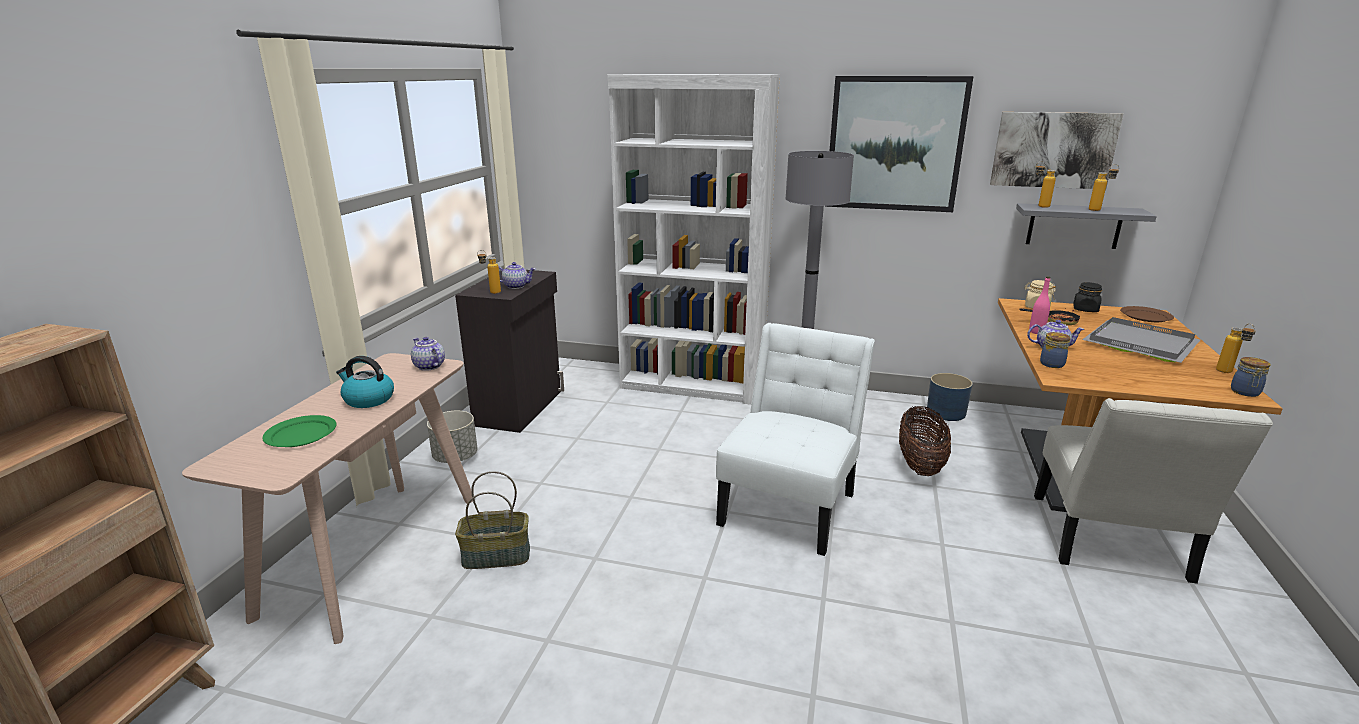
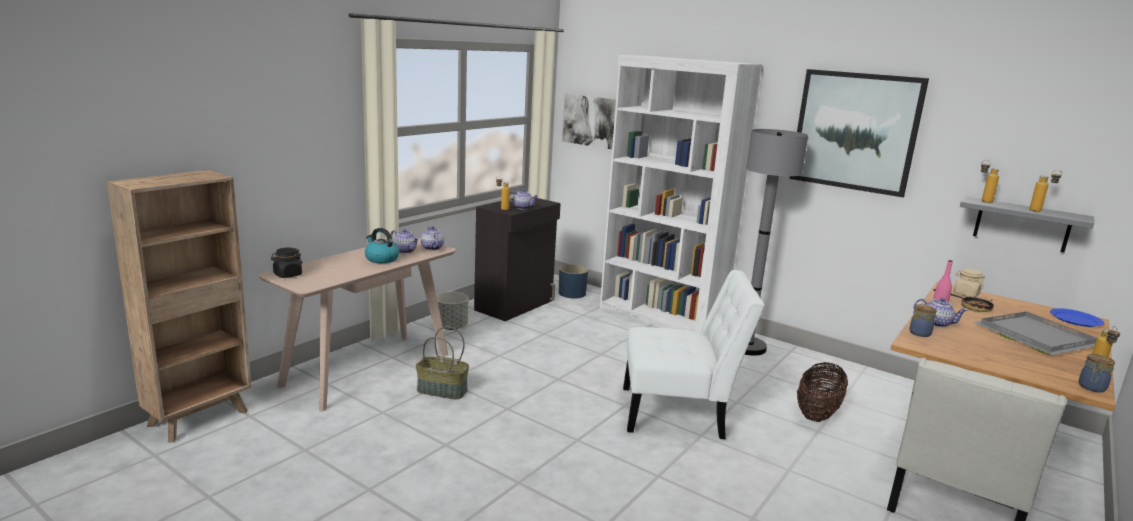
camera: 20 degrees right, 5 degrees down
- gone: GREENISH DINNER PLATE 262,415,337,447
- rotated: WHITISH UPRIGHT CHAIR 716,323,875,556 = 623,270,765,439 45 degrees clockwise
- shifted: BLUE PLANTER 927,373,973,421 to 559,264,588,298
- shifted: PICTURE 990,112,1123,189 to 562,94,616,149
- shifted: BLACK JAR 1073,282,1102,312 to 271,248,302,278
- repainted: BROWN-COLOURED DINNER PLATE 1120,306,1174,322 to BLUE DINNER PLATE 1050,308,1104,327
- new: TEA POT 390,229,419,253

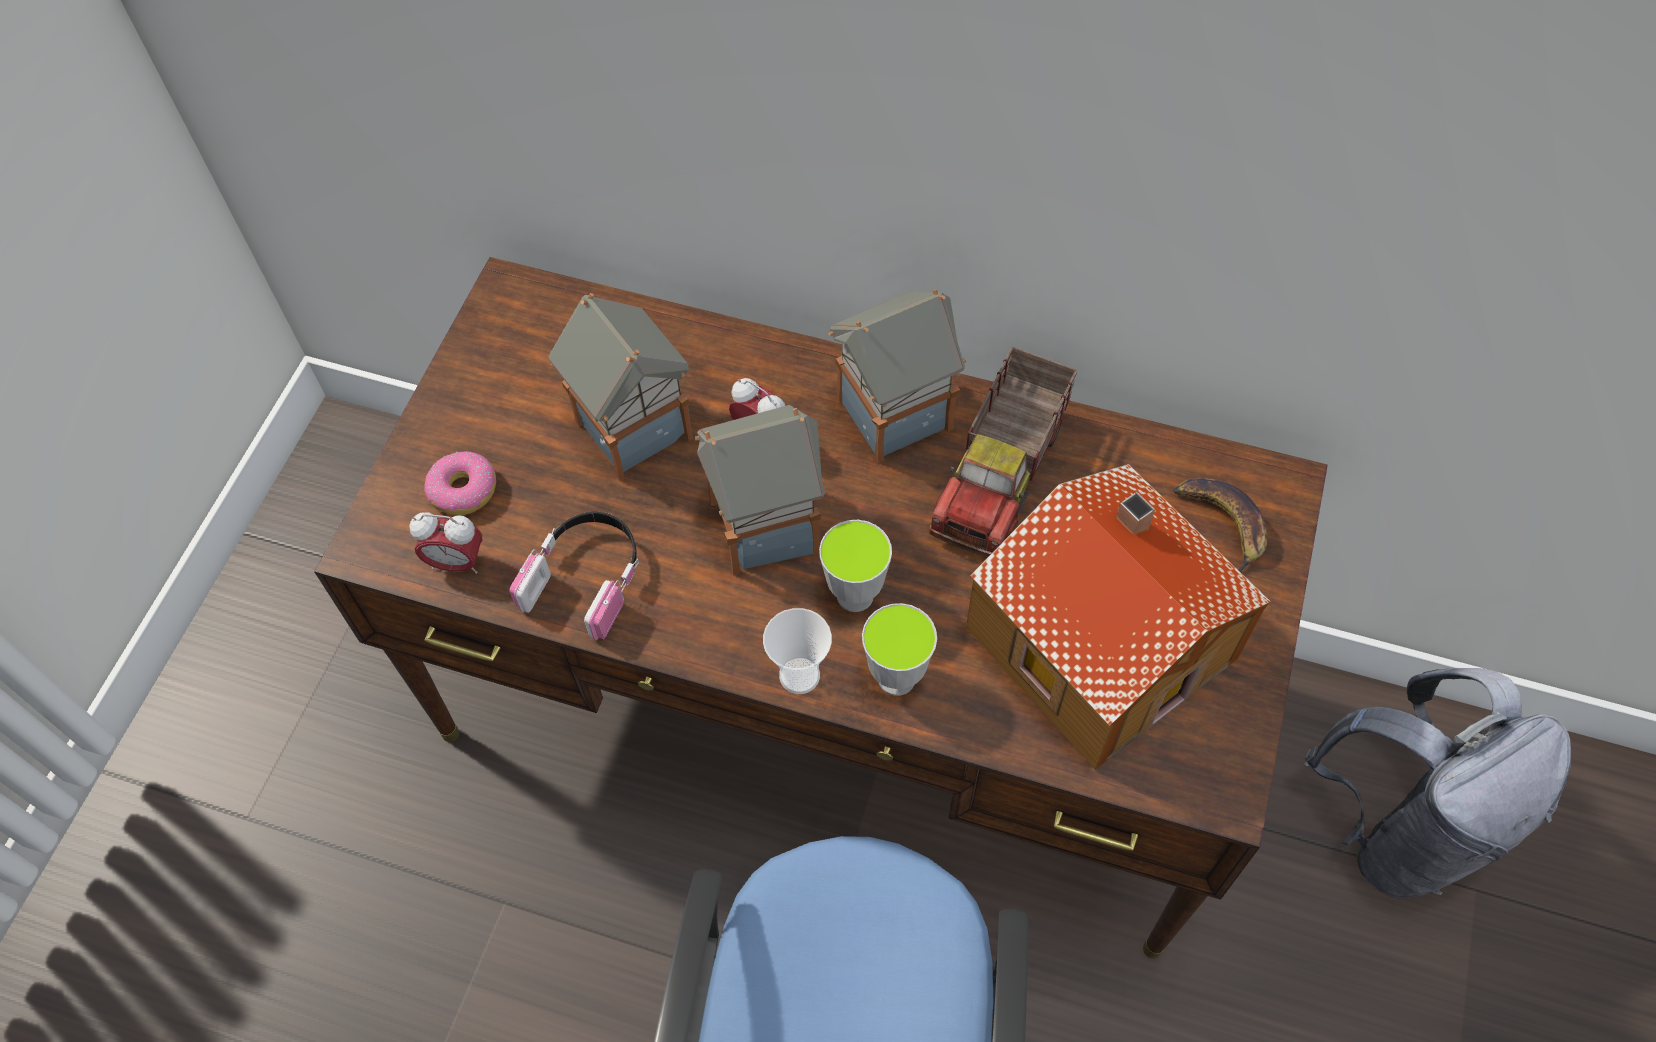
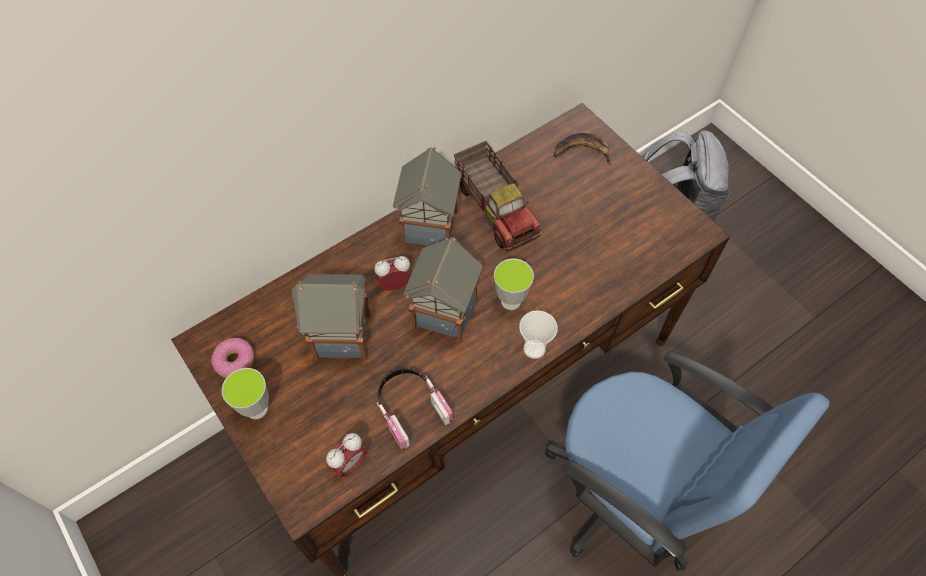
camera: 55 degrees left, 0 degrees up
- shifted: DONUT 424,451,496,516 to 211,338,254,378
- shifted: CUP 862,603,937,696 to 222,368,269,420
- gone: TOY HOUSE 966,464,1271,770

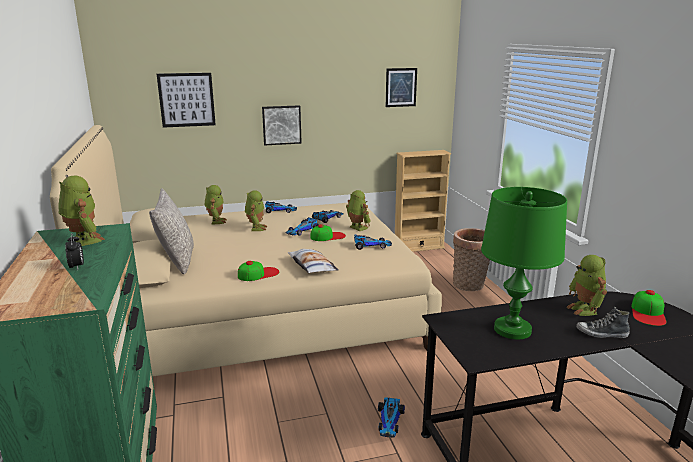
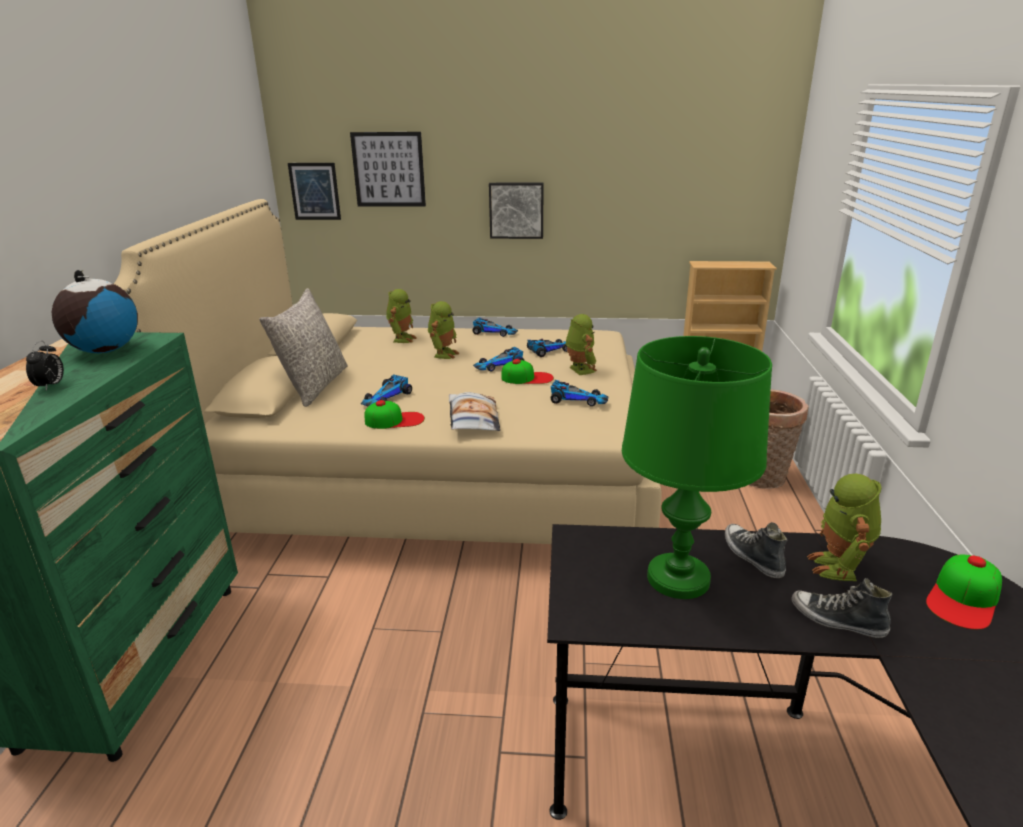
camera: 20 degrees right, 5 degrees up
- swapped: TOY ROBOT 58,176,105,246 to DESK GLOBE 52,270,138,353
- shifted: MODEL CAR 378,397,405,437 to 361,374,412,407
- shifted: PICTURE 386,68,417,107 to 288,163,341,220
- new: ITEM OF FOOTWEAR 725,522,787,578

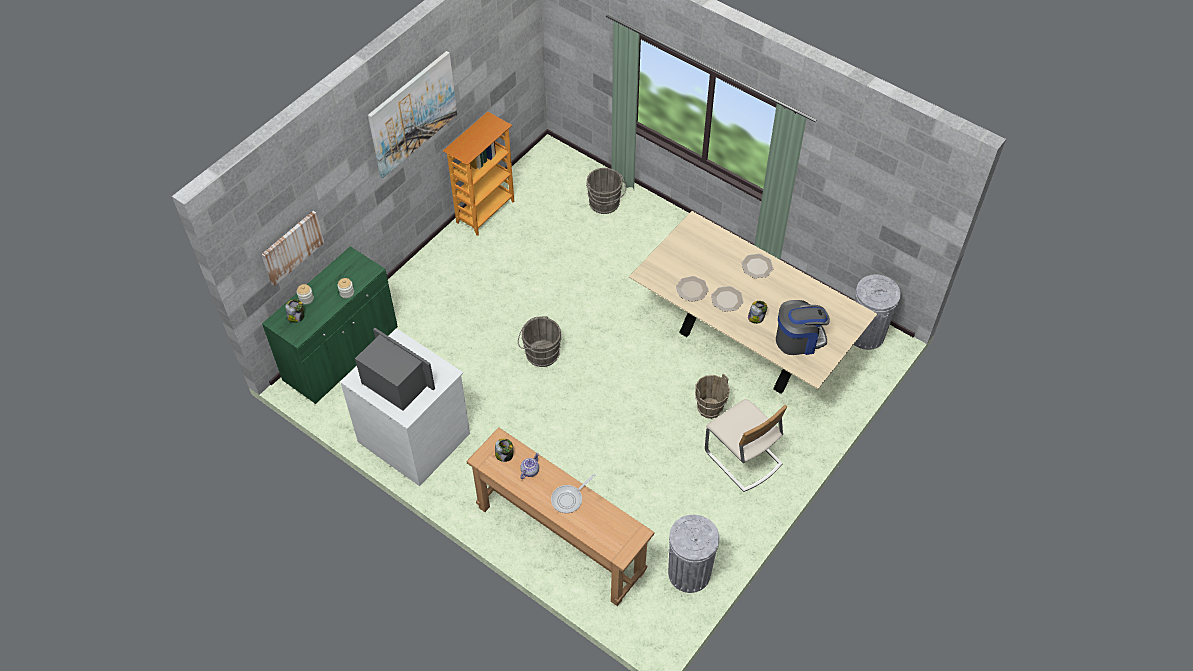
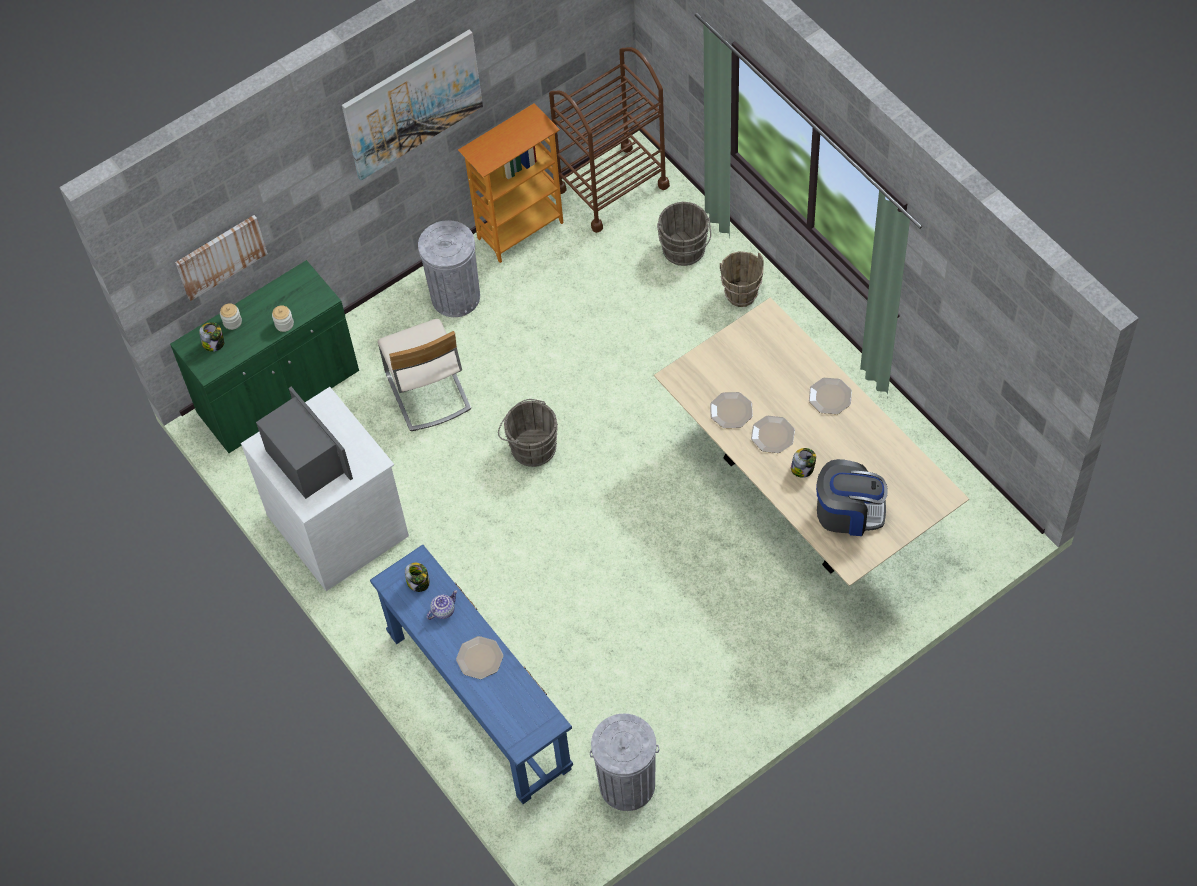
camera: 20 degrees right, 5 degrees up
- repainted: BROWN-COLOURED CONSOLE TABLE 466,427,655,606 to BLUE CONSOLE TABLE 370,545,573,804
- swapped: FRYING PAN 551,473,596,513 to DINNER PLATE 456,636,503,679
- shifted: BROWN-COLOURED PAIL 695,374,730,419 to 720,251,764,307
- shifted: BEIGE UPRIGHT CHAIR 705,399,787,492 to 377,319,471,431
- shifted: GRAY WASTE BIN 854,275,901,350 to 418,220,480,317
- new: BROWN-COLOURED CART 549,47,670,233

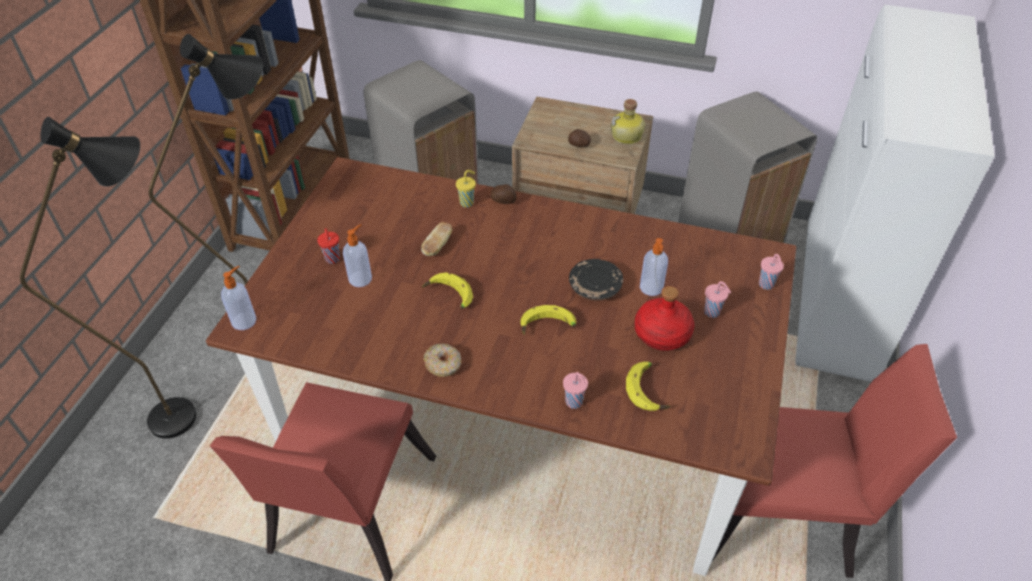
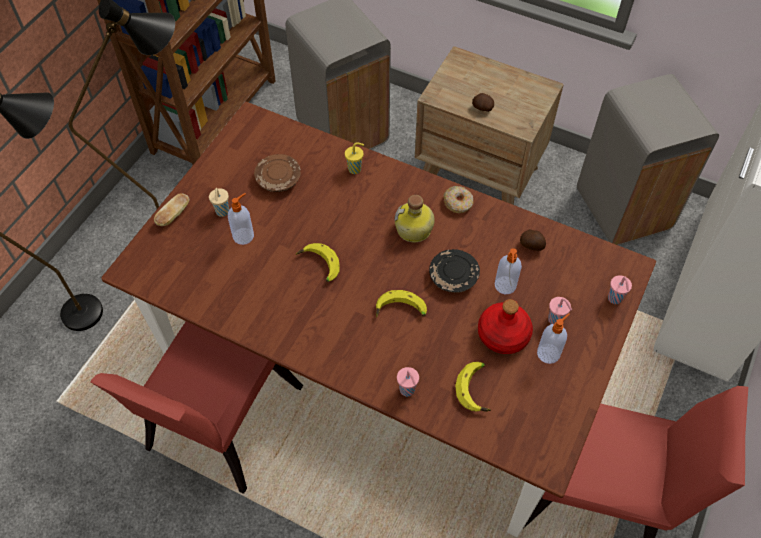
camera: 10 degrees right, 10 degrees up
- shifted: SOAP DISPENSER 221,266,256,330 to 537,313,570,364
- repainted: REDDISH CUP 317,228,340,264 to BEIGE CUP 209,188,229,217
- shifted: BAKERY BREAD 421,222,452,256 to 154,193,189,226
- shifted: DONUT 424,344,462,377 to 443,186,473,213
- shifted: SPUD 491,184,516,204 to 520,229,546,251
- shifted: BOTTLE 611,99,645,144 to 395,195,435,243
- new: BROWN-COLOURED DINNER PLATE 254,154,301,192

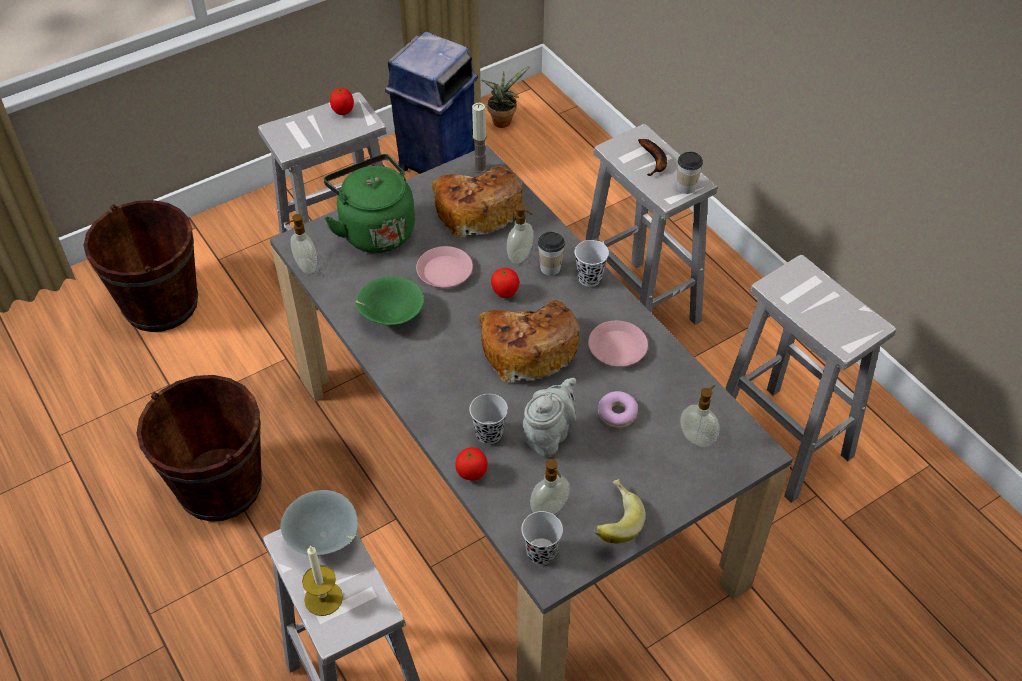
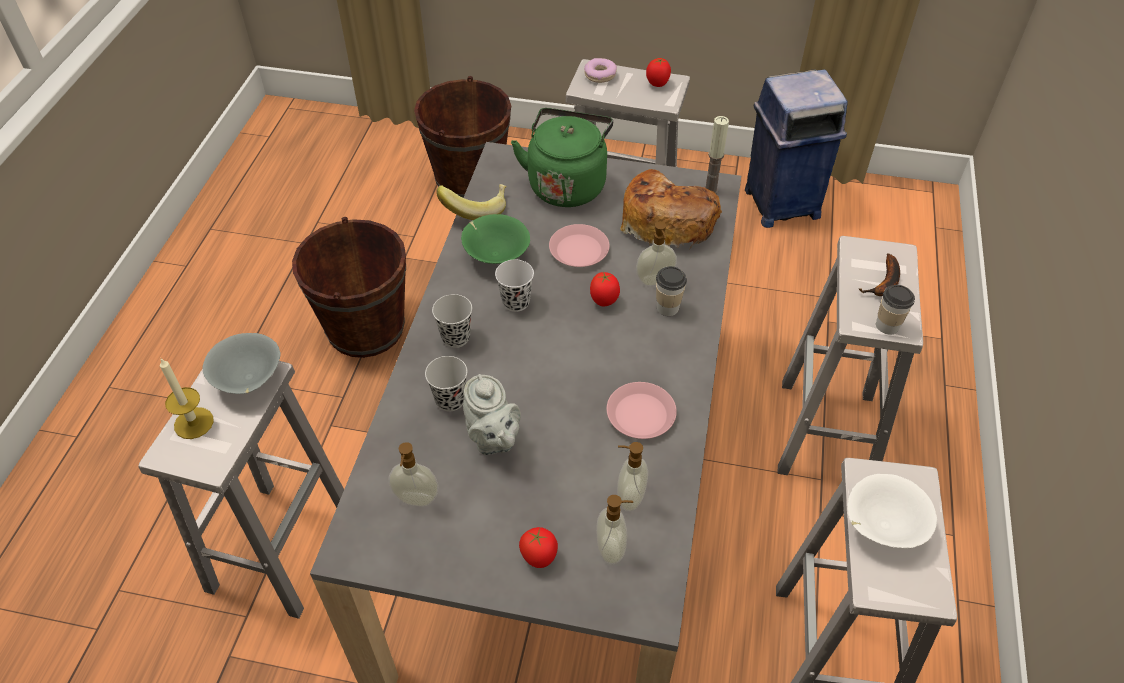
camera: 45 degrees right, 0 degrees up
- shifted: SOAP DISPENSER 285,214,317,274 to 617,442,648,511
- shifted: WHOLE TOMATO 455,447,487,481 to 519,527,558,568
- gone: BAKERY BREAD 479,300,580,383
- gone: PLANT IN A POT 482,66,530,128
- shifted: BLACK CUP 521,511,563,565 to 432,294,472,348
- rotated: GRAY TEA POT 523,378,576,457 = 463,374,521,455 75 degrees clockwise
- shifted: WHITISH CUP 575,240,609,287 to 495,259,534,312
- shifted: BANANA FRUIT 594,479,646,544 to 436,184,507,220
- shifted: DONUT 598,391,638,428 to 584,58,617,83
- new: WHITISH DEEP DISH 848,474,937,548

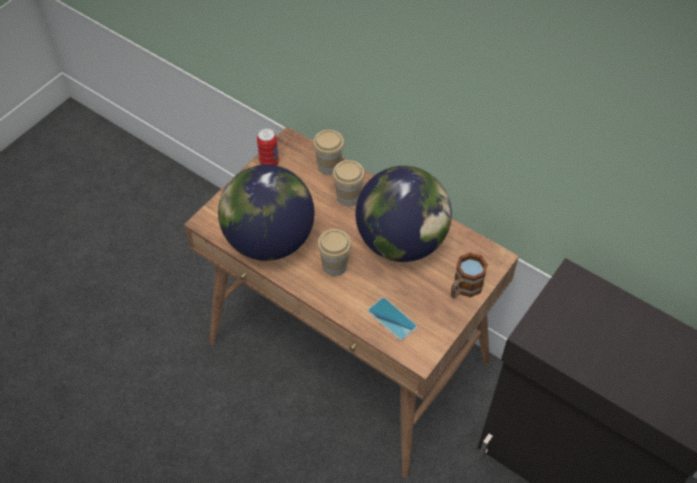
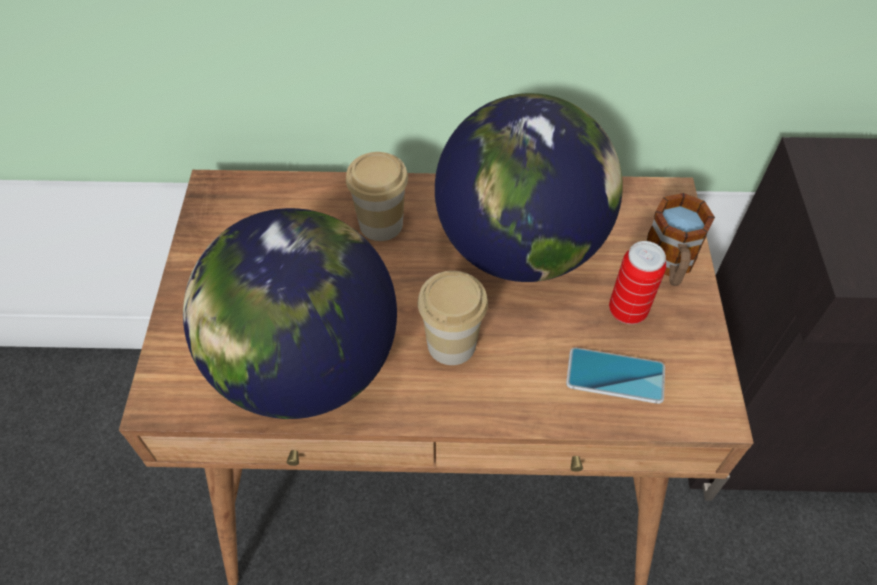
camera: 35 degrees left, 0 degrees up
- shifted: SEALED CAN 257,128,279,166 to 609,241,666,324
- gone: CUP 313,130,344,175

